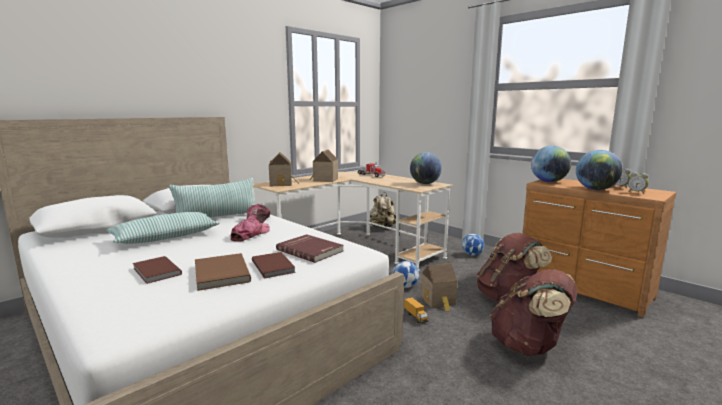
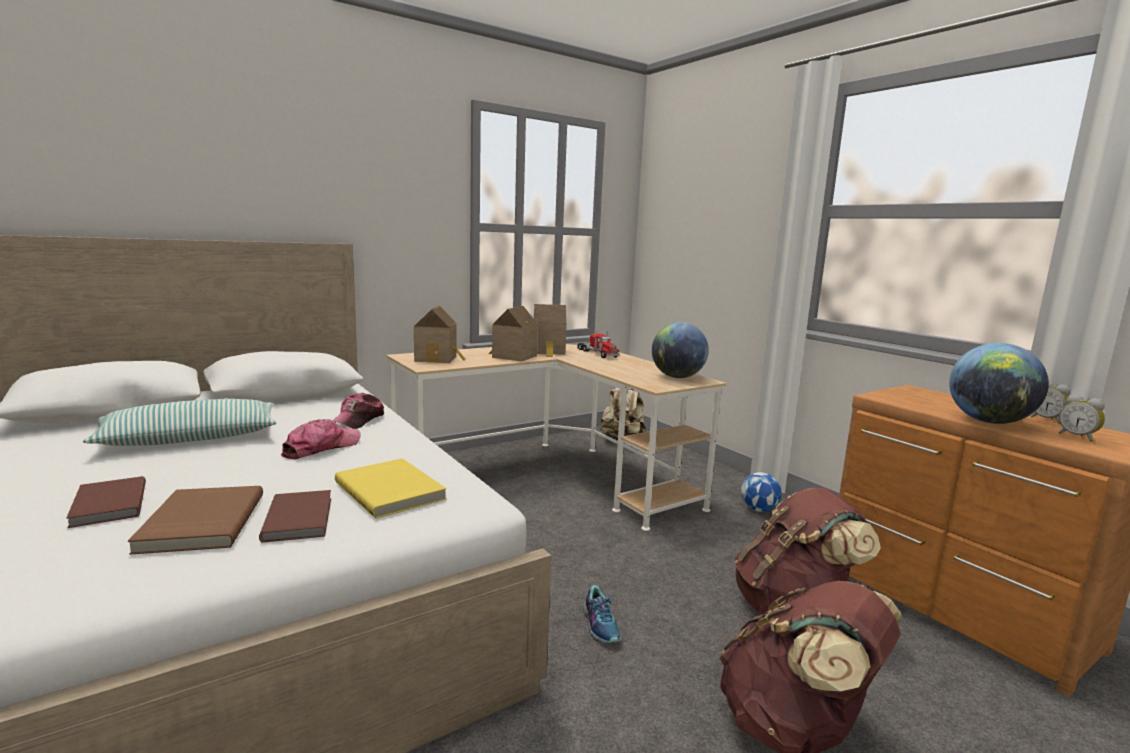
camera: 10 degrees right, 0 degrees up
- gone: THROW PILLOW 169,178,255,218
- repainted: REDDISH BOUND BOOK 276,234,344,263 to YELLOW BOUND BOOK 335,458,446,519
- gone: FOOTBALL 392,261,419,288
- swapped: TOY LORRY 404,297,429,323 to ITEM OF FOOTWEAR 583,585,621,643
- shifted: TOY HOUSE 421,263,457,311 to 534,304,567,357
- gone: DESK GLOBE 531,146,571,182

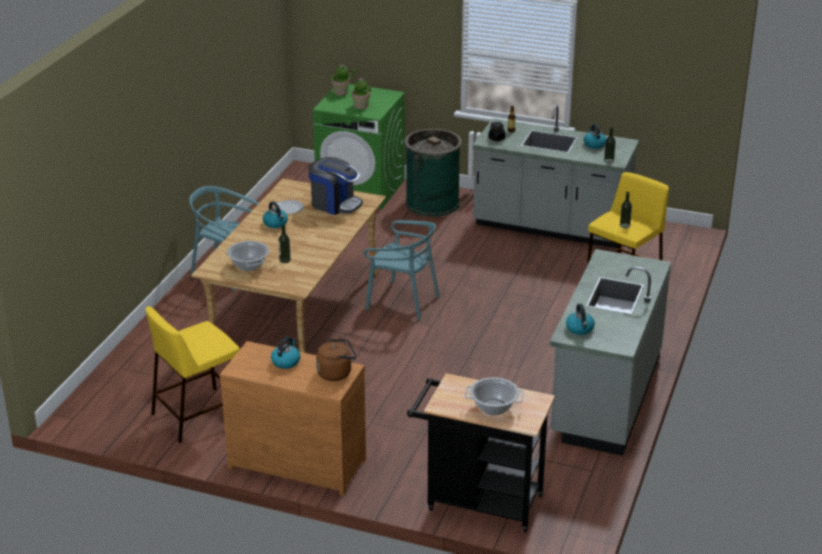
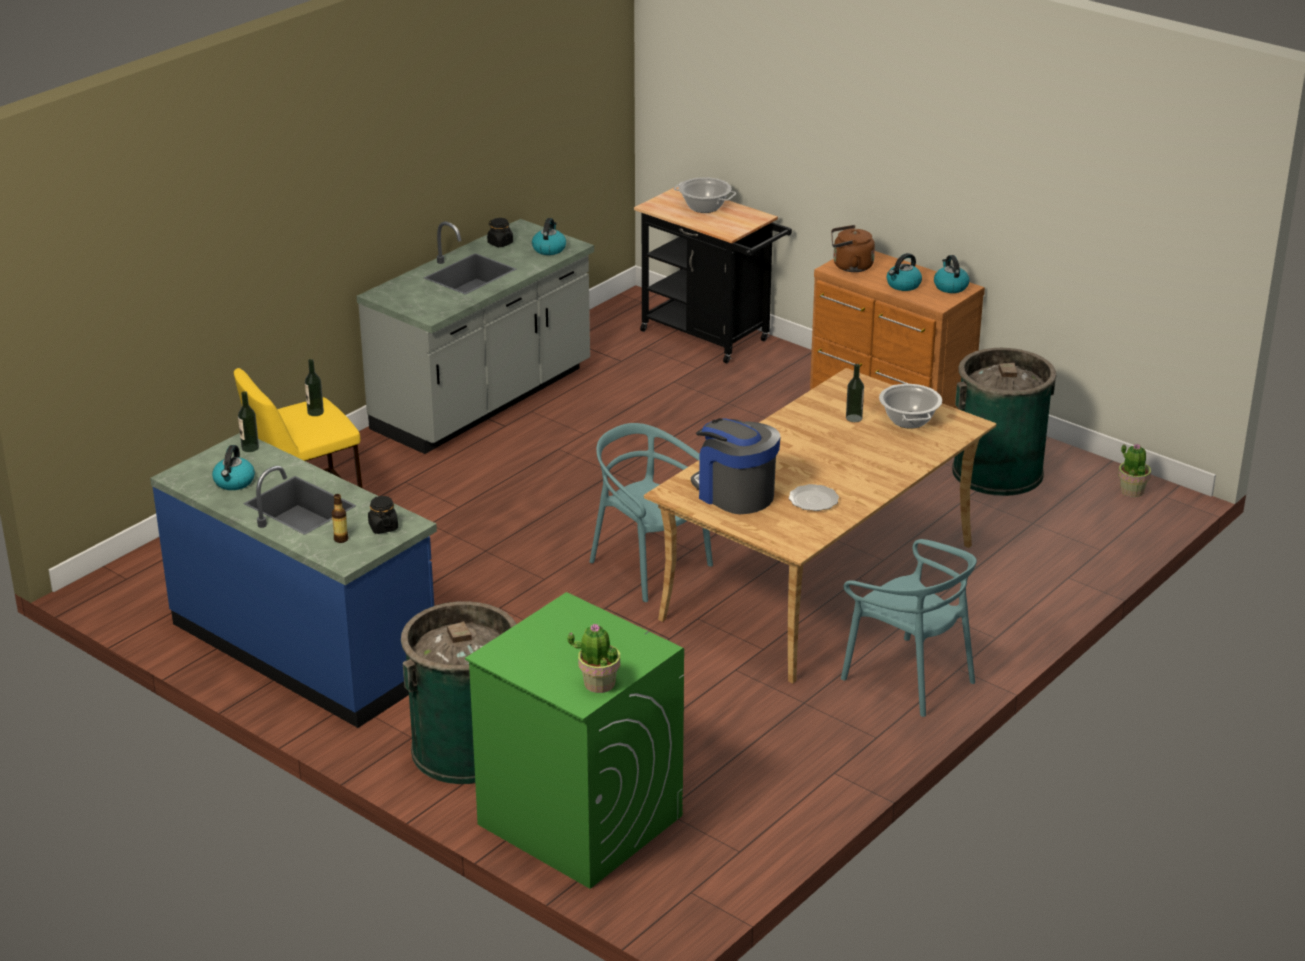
camera: 160 degrees left, 0 degrees up
- swapped: YELLOW STOOL 145,306,240,443 to GREENISH WASTE BIN 952,348,1056,496
- shifted: TEA KETTLE 263,201,288,228 to 934,255,969,293
- shifted: PLANT IN A POT 351,77,371,109 to 1118,444,1151,497
- repainted: GRAY KITCHEN COUNTER 473,105,639,248 to BLUE KITCHEN COUNTER 150,433,437,728
- new: BLACK JAR 487,218,513,247

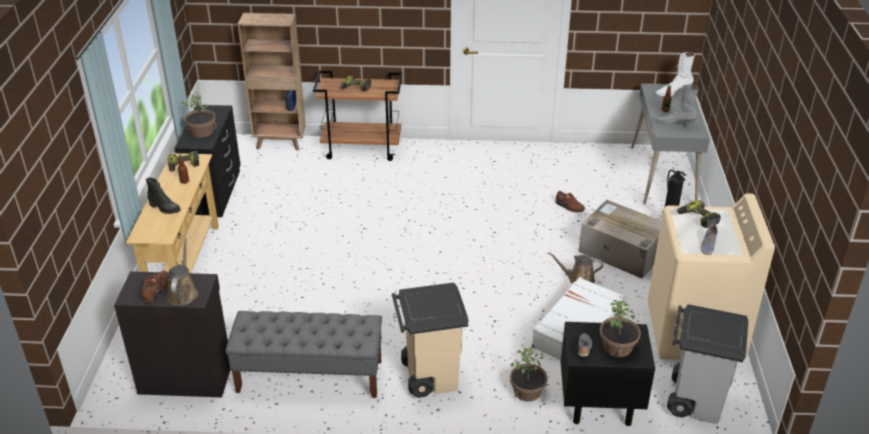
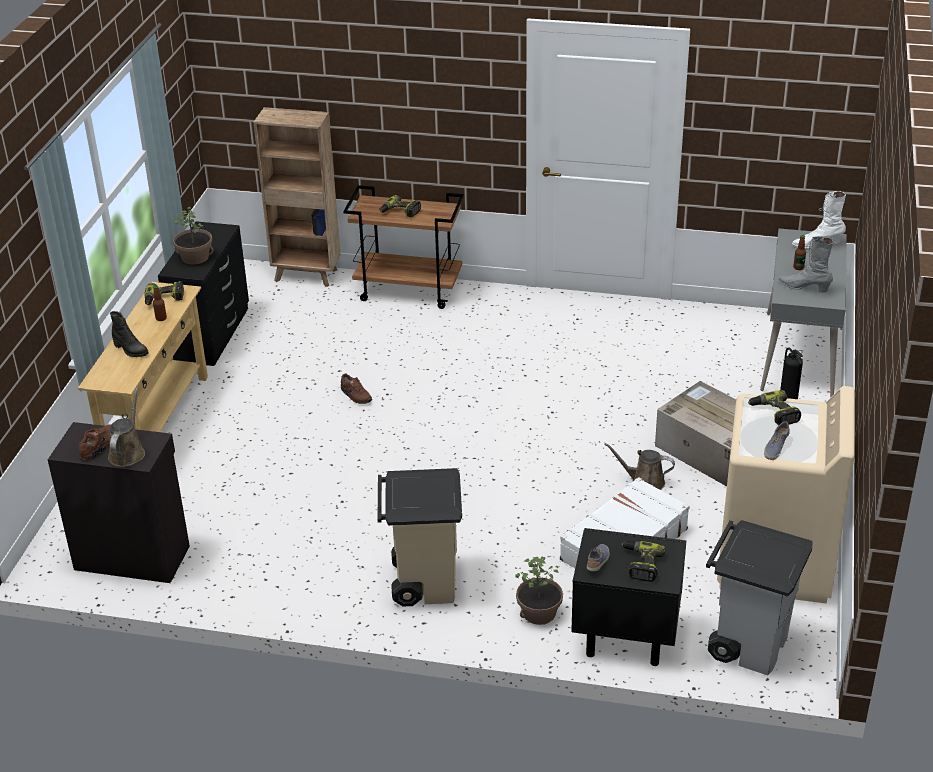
camera: 10 degrees right, 0 degrees up
- gone: GRAY INDOOR BENCH 225,311,382,398
- shifted: BROWN-COLOURED ITEM OF FOOTWEAR 555,191,585,212 to 341,373,372,404
- swapped: PLANT IN A POT 600,300,641,357 to ELECTRIC DRILL 622,541,666,582

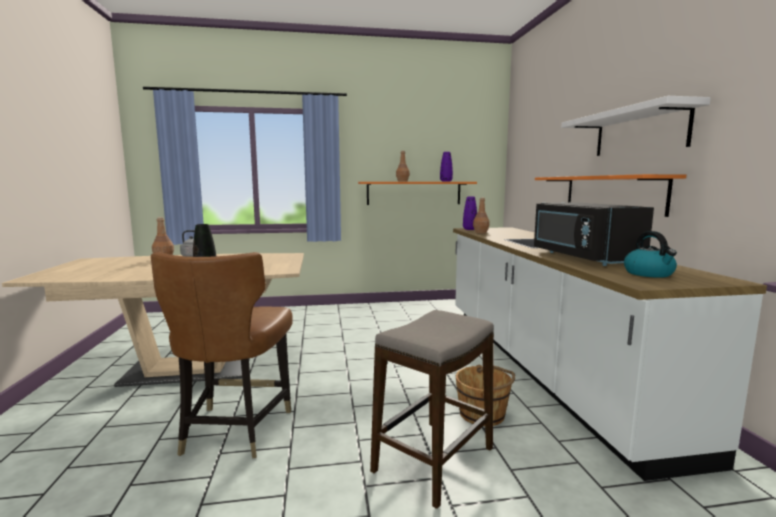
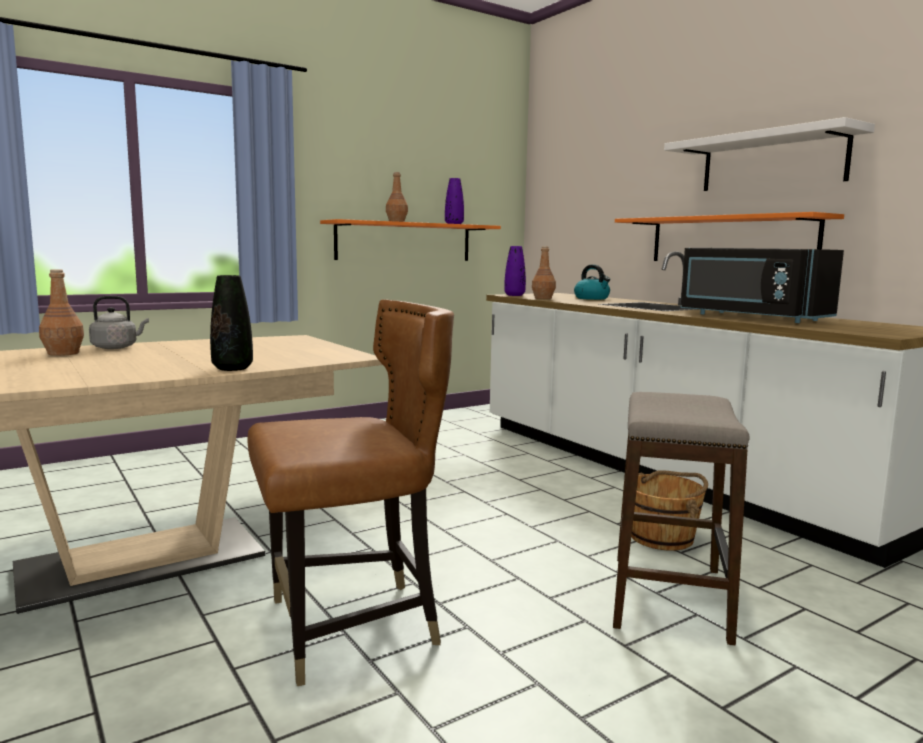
camera: 25 degrees left, 0 degrees up
- rotated: BROWN-COLOURED UPRIGHT CHAIR 151,252,293,458 = 247,299,454,686 90 degrees counterclockwise
- shifted: TEA KETTLE 624,231,677,278 to 574,265,610,300

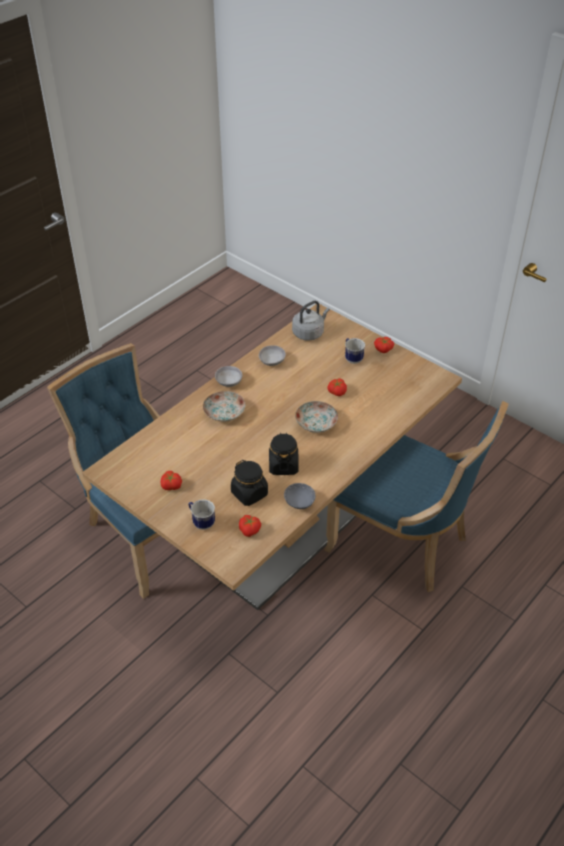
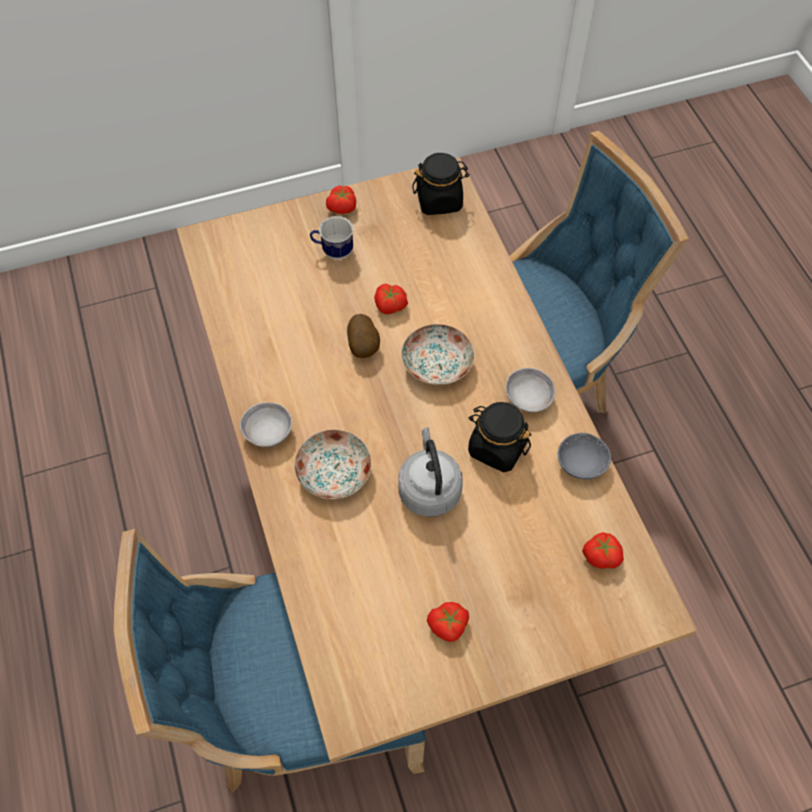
camera: 60 degrees left, 15 degrees up
- gone: COFFEE MUG 188,499,215,530
- shifted: BLACK JAR 231,460,268,506 to 412,153,470,215
- shifted: GRAY DEEP DISH 259,345,286,366 to 505,368,555,412
- shifted: GRAY TEA KETTLE 292,301,330,341 to 398,428,463,517
- new: SPUD 347,314,380,358

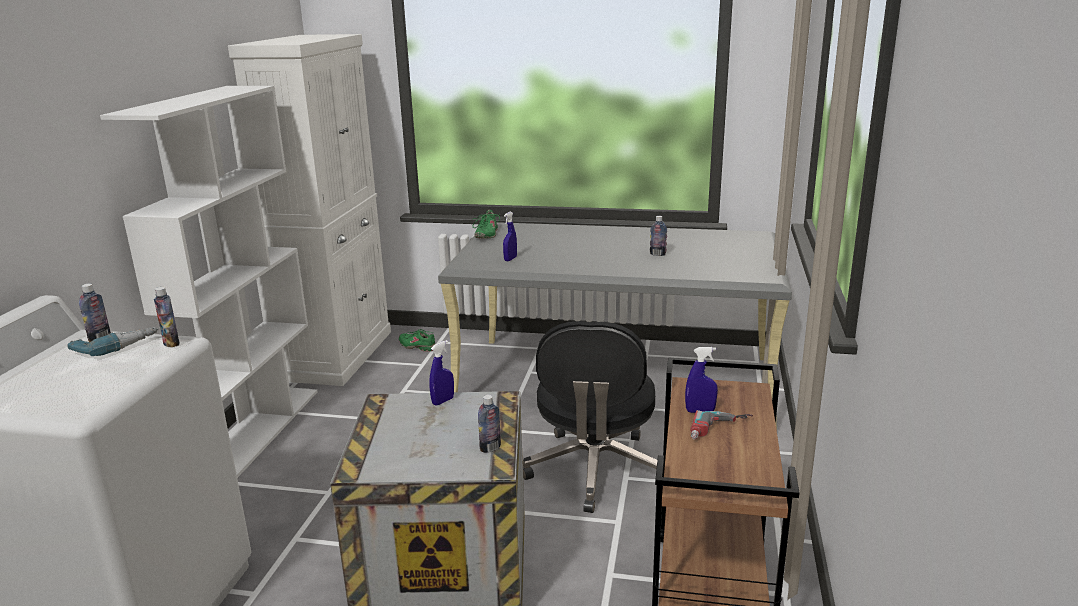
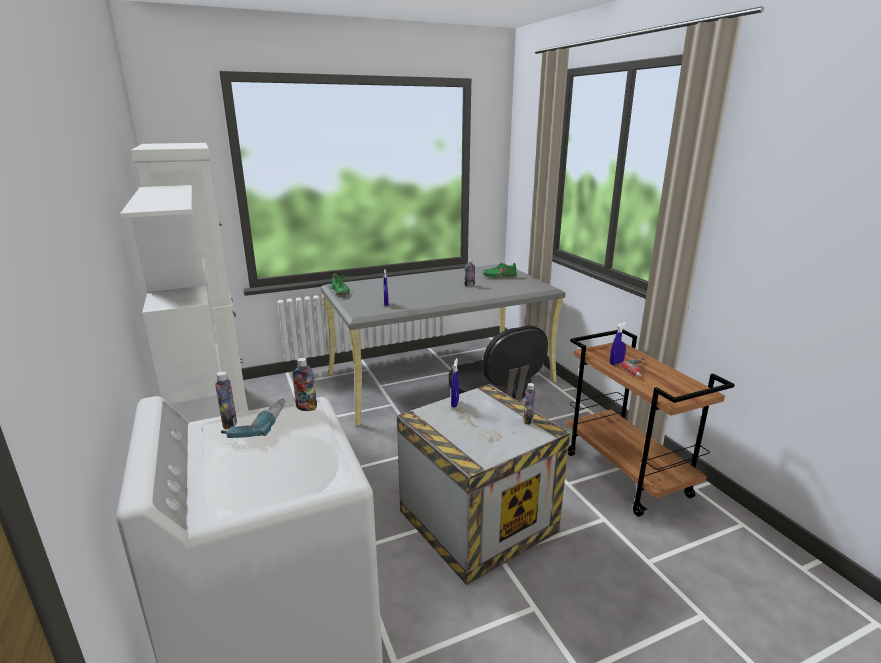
camera: 35 degrees left, 0 degrees up
- shifted: GREENISH ITEM OF FOOTWEAR 399,329,435,352 to 483,263,517,278

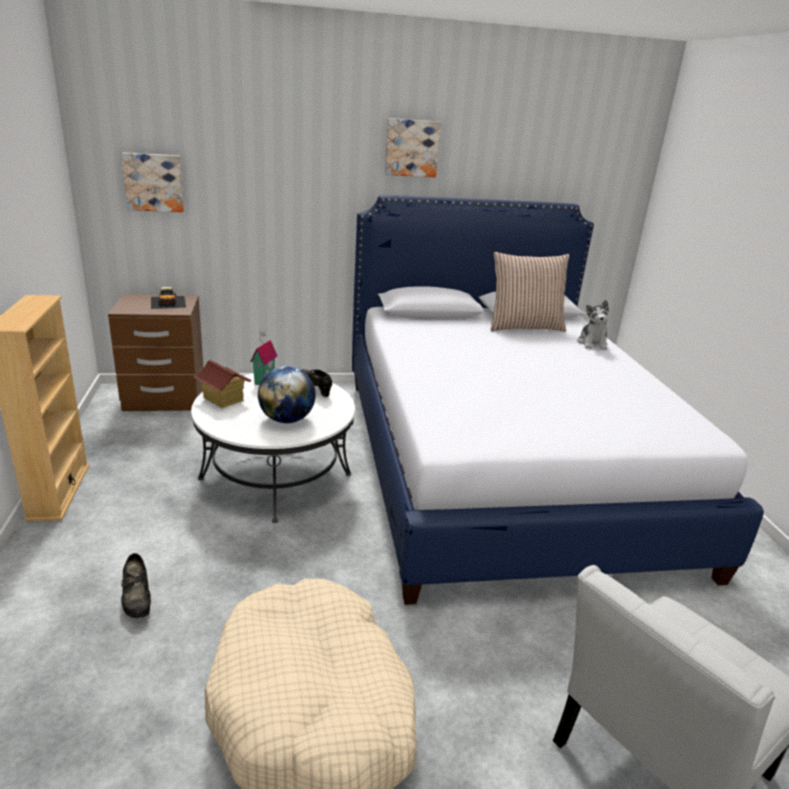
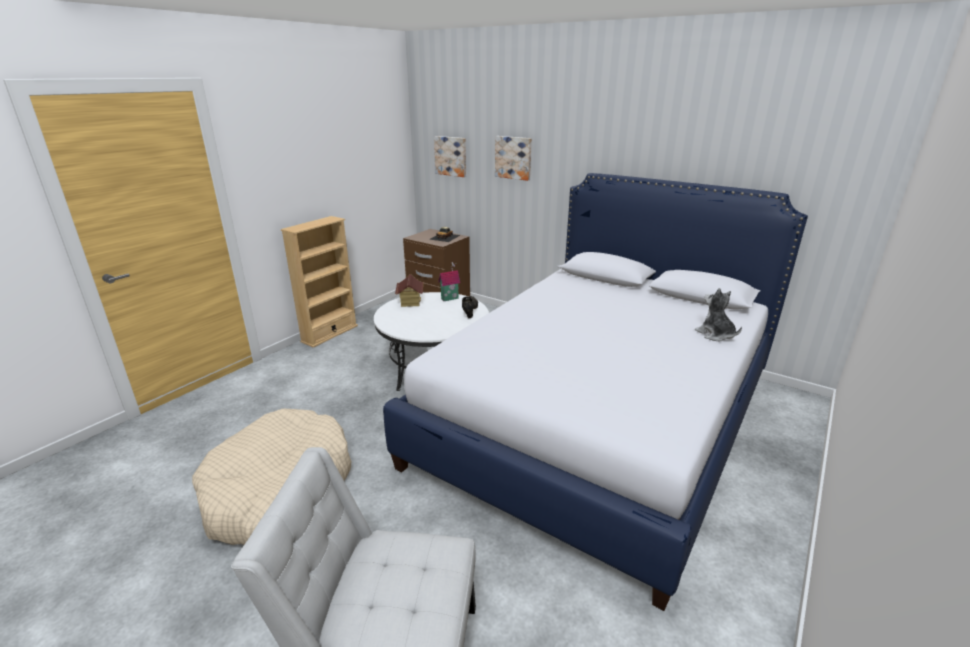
camera: 45 degrees right, 0 degrees up
- gone: BLACK ITEM OF FOOTWEAR 121,553,151,618
- gone: DESK GLOBE 258,366,316,423
- shifted: PICTURE 385,118,441,177 to 495,136,532,181
- gone: THROW PILLOW 491,252,569,332
- rotated: CUDDLY TOY 578,300,609,350 = 695,288,742,342 105 degrees clockwise

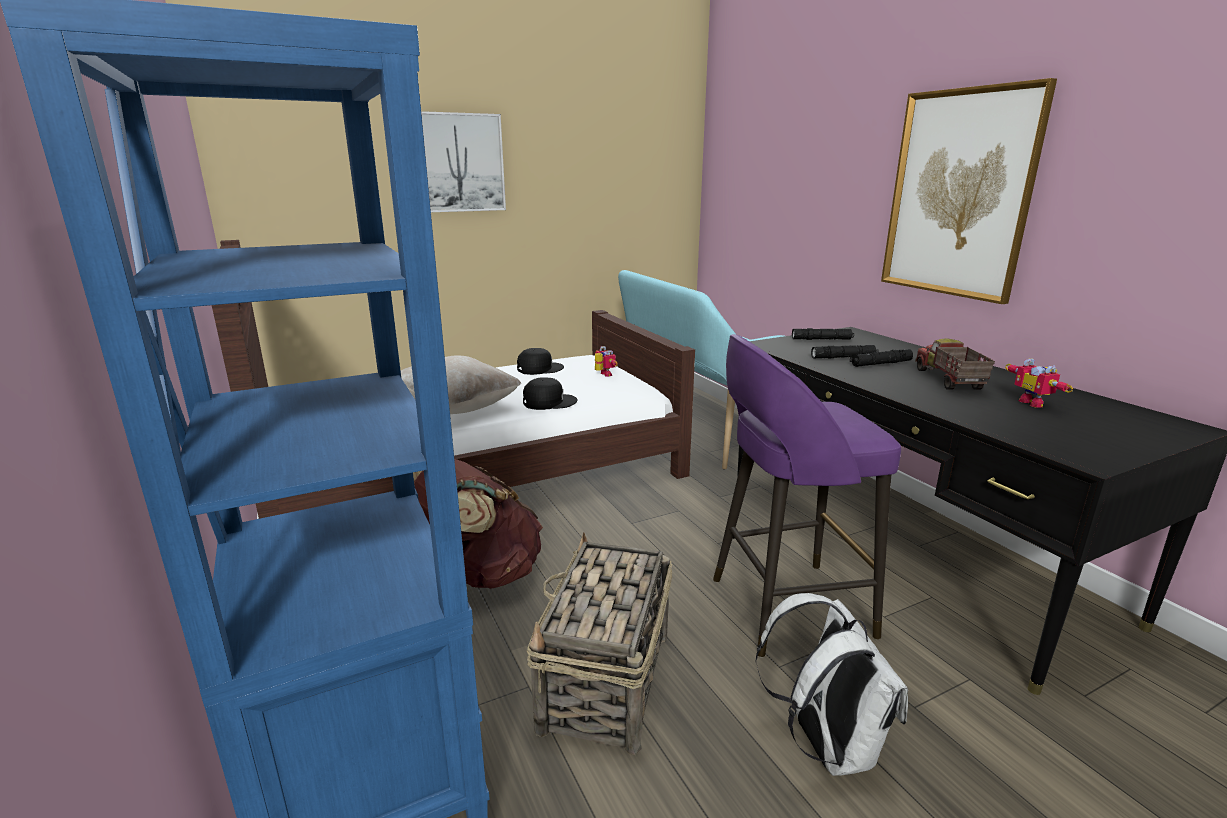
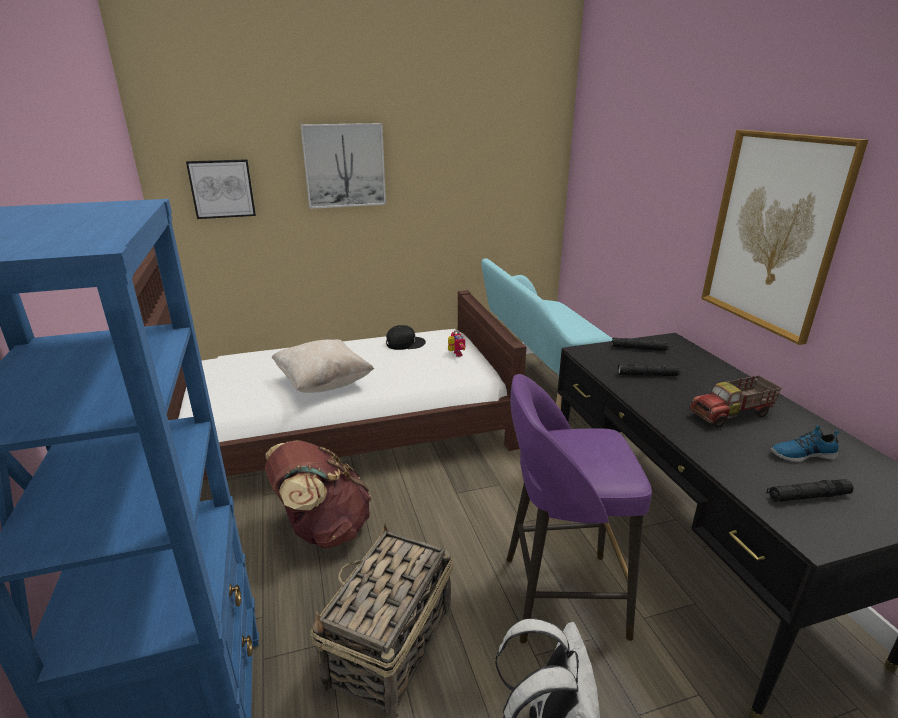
camera: 10 degrees right, 5 degrees up
- gone: BLACK PEAKED CAP 523,377,577,410
- shifted: BLACK TORCH 850,349,913,367 to 767,479,853,502
- rotated: TOY LORRY 915,338,995,390 = 689,375,782,428 120 degrees counterclockwise
- swapped: TOY ROBOT 1005,358,1073,408 to ITEM OF FOOTWEAR 771,425,839,462
- new: PICTURE 186,159,256,219

